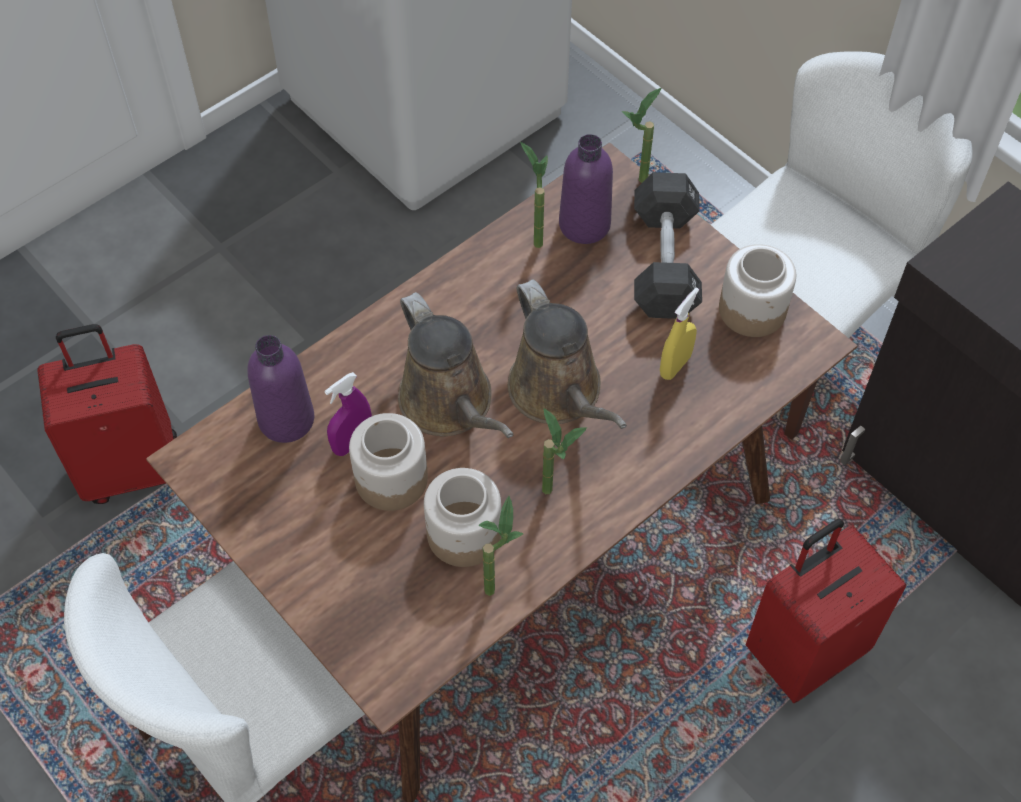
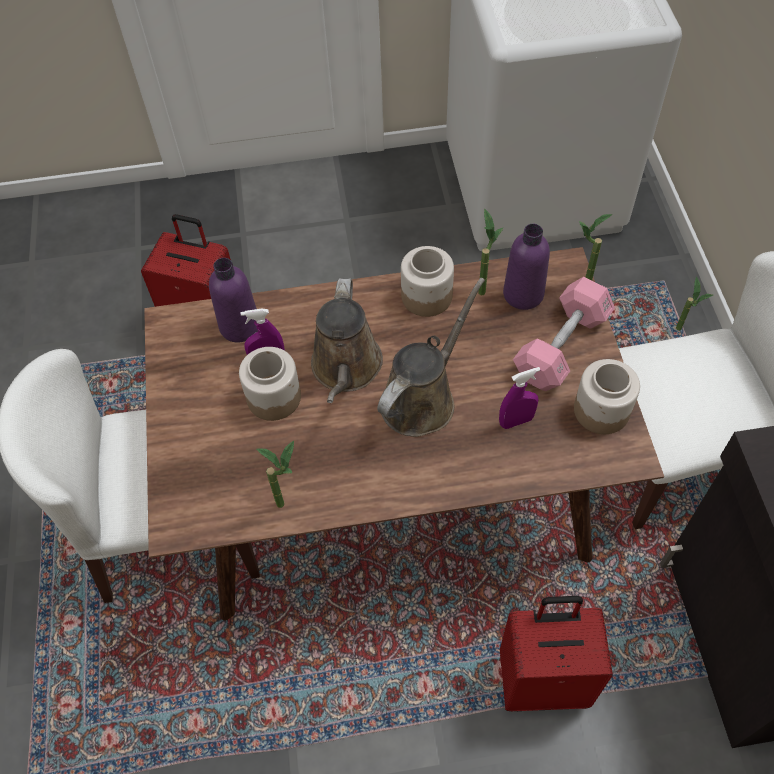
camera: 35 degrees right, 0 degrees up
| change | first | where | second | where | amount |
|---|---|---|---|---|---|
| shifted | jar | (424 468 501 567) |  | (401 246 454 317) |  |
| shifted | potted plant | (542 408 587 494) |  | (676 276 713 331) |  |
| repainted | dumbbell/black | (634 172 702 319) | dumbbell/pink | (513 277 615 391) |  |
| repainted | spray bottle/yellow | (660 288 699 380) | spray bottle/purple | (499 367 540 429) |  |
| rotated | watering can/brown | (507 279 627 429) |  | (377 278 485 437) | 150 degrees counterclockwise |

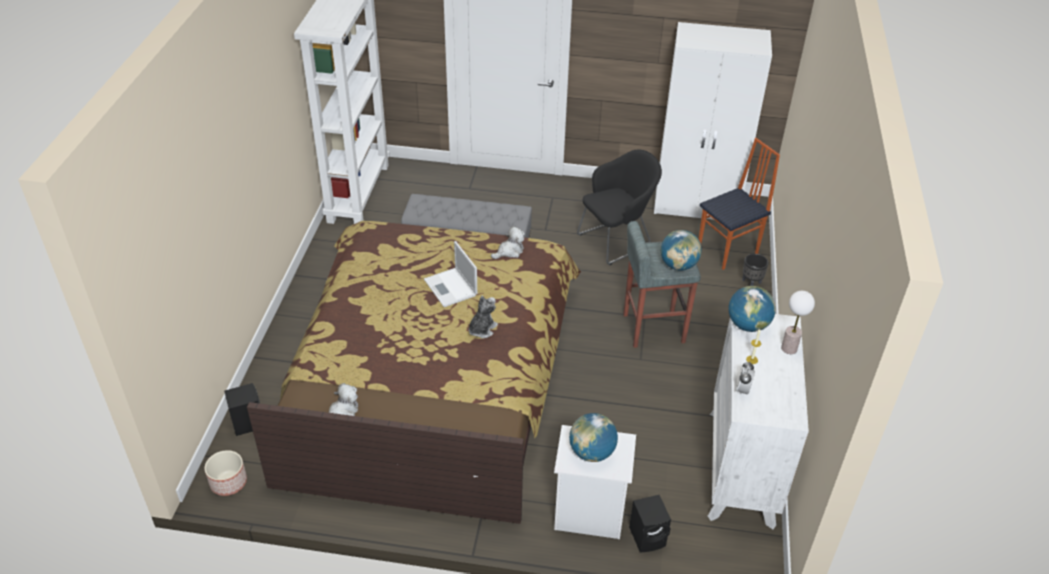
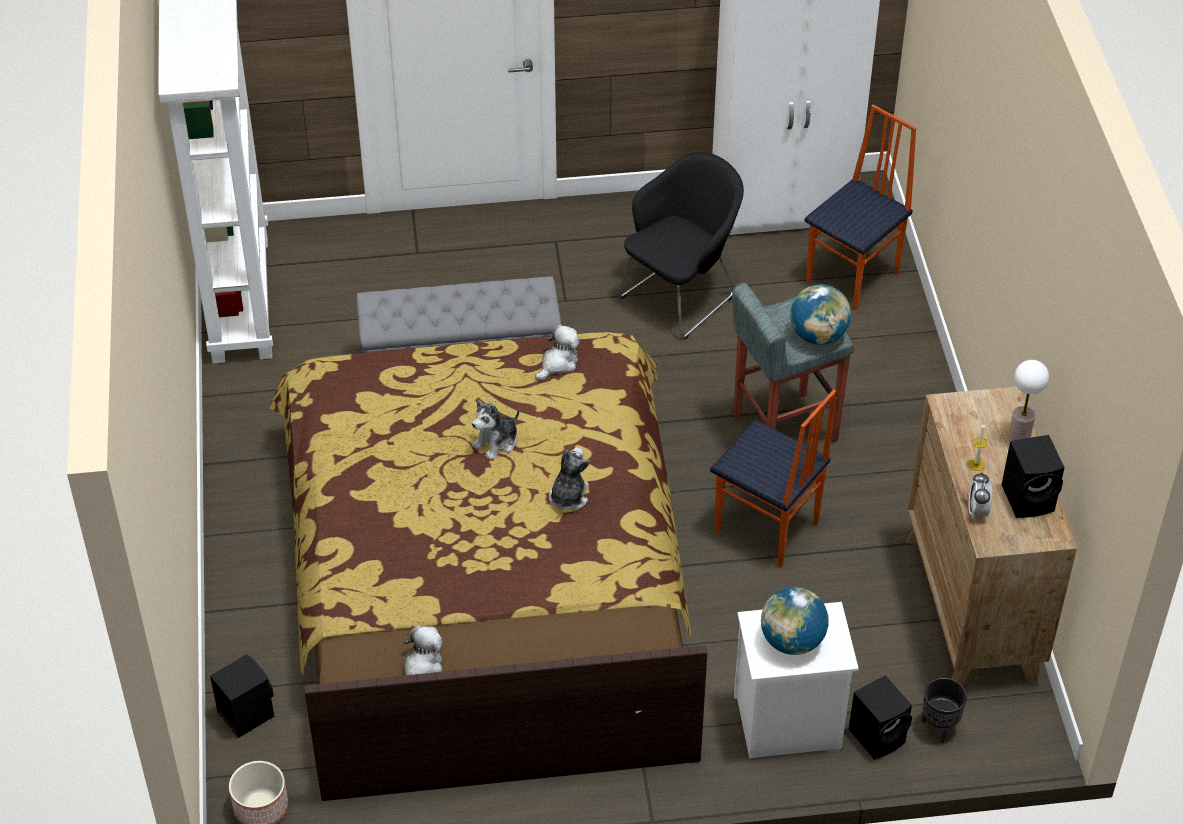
camera: 15 degrees left, 5 degrees up
| change | first | where | second | where | amount |
|---|---|---|---|---|---|
| gone | globe | (728 286 776 332) |  |  |  |
| new |  |  | chair | (710 389 836 567) |  |
| new |  |  | speaker/black | (1002 435 1065 518) |  |
| shifted | planter/black | (742 254 769 286) |  | (922 677 967 743) |  |
| swapped | laptop | (424 241 477 307) | plush toy | (472 399 519 460) |  |
| repainted | dresser/white | (708 314 809 529) | dresser/brown | (906 386 1077 685) |  |

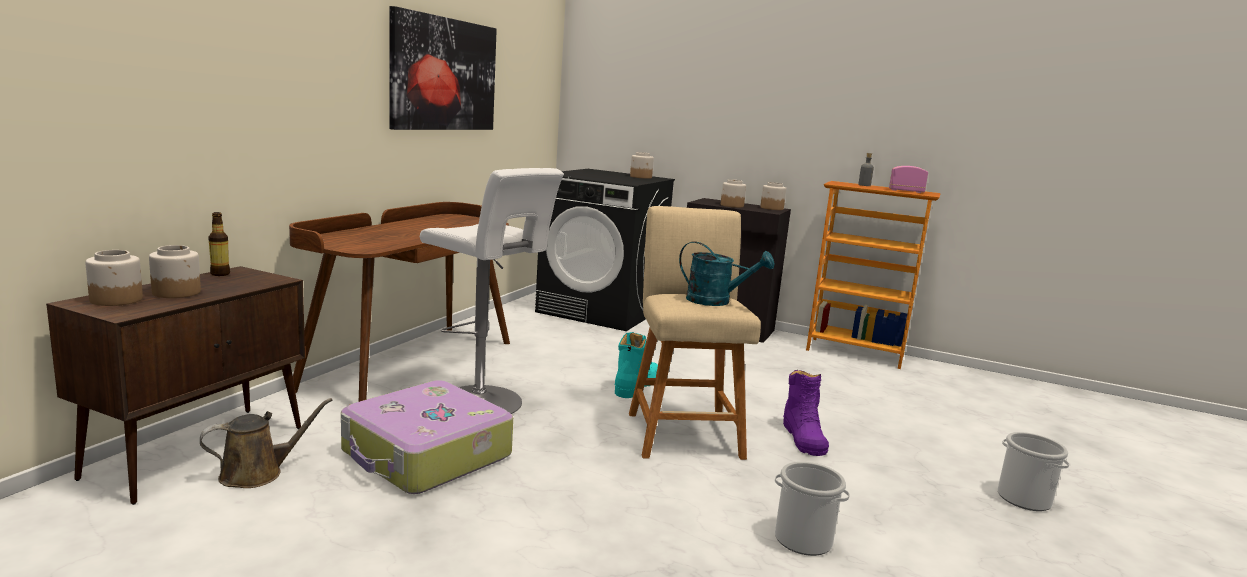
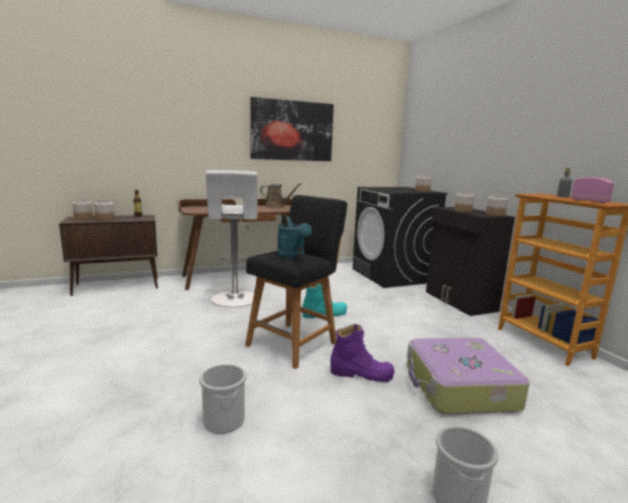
camera: 45 degrees right, 0 degrees up
| change | first | where | second | where | amount |
|---|---|---|---|---|---|
| shifted | watering can/brown | (200 398 332 488) |  | (260 183 302 208) |  |
| shifted | suitcase | (341 380 513 494) |  | (407 338 530 415) |  |
| repainted | stool/beige | (629 206 761 460) | stool/black | (245 195 347 369) |  |
| rotated | boot/purple | (783 370 829 456) |  | (330 324 394 382) | 120 degrees counterclockwise |

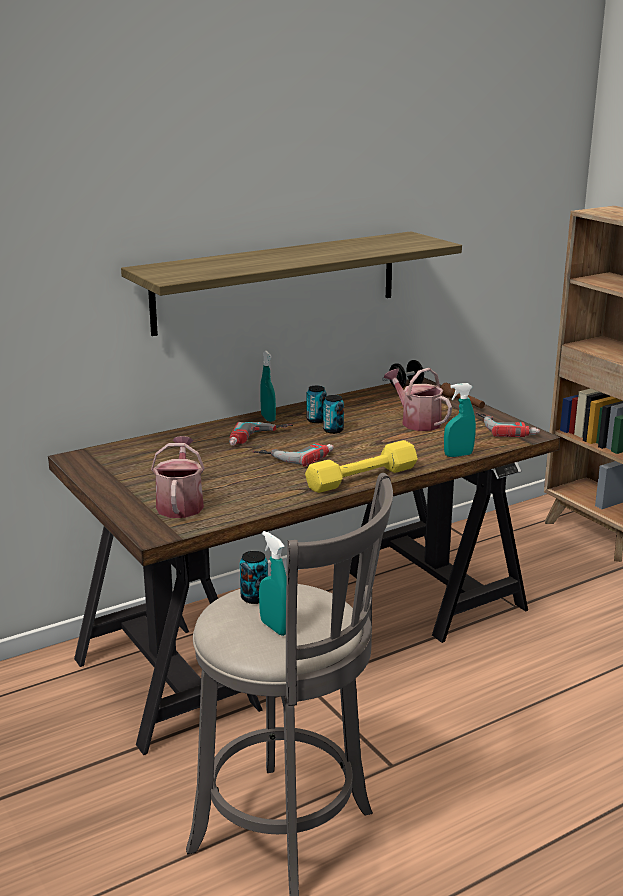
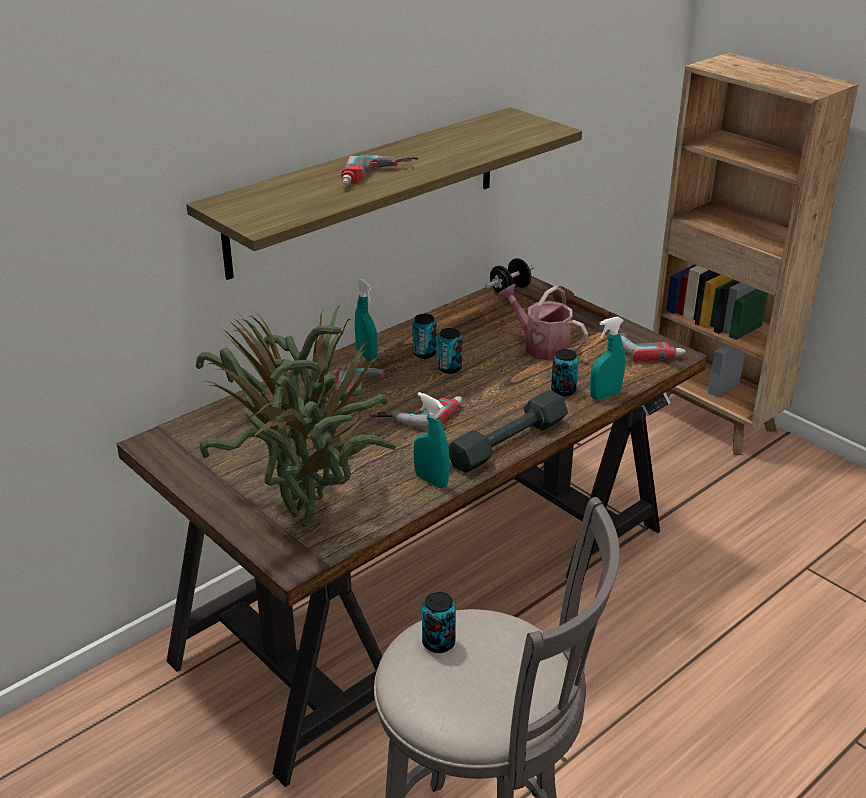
camera: 10 degrees left, 10 degrees up
| change | first | where | second | where | amount |
|---|---|---|---|---|---|
| new |  |  | power drill | (341 155 419 186) |  |
| new |  |  | can | (551 349 579 396) |  |
| shifted | spray bottle/turquoise | (259 531 287 636) |  | (414 392 450 488) |  |
| swapped | watering can | (151 436 205 518) | potted plant | (195 305 396 527) |  |
| repainted | dumbbell/yellow | (305 440 418 493) | dumbbell/grey | (449 390 568 473) |  |

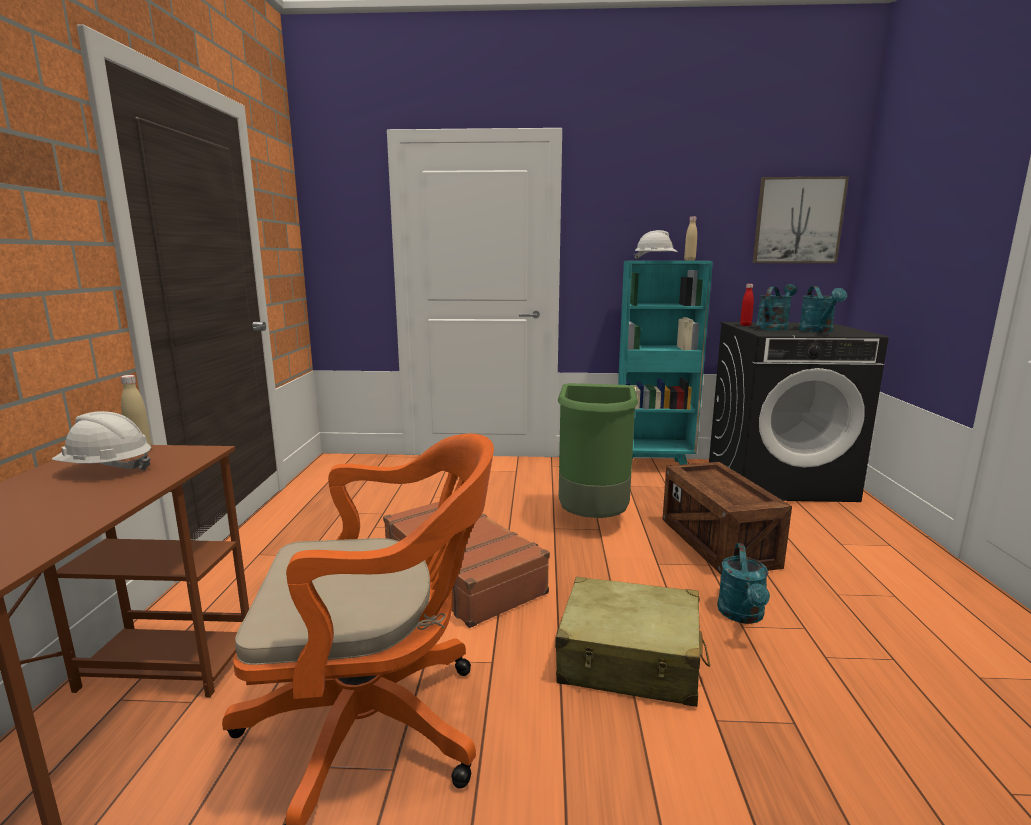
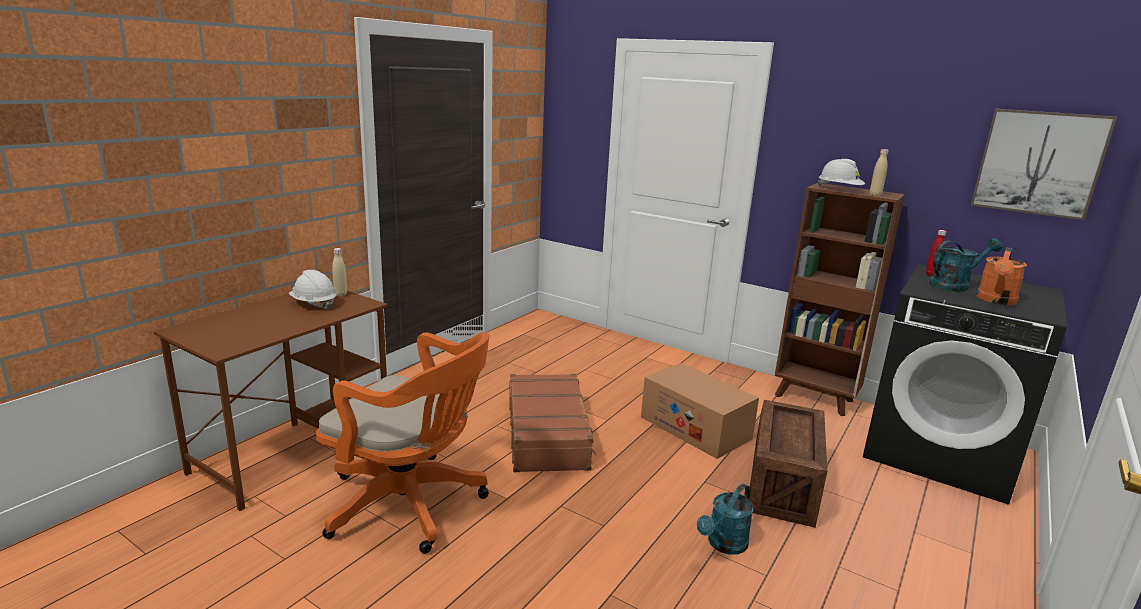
camera: 30 degrees right, 5 degrees up
| change | first | where | second | where | amount |
|---|---|---|---|---|---|
| gone | suitcase/beige | (555 577 710 707) |  |  |  |
| swapped | trash can/green | (558 383 638 518) | cardboard box | (641 363 759 459) |  |
| repainted | bookcase/turquoise | (618 261 713 465) | bookcase/brown | (775 183 905 416) |  |
| repainted | watering can/turquoise | (799 286 847 332) | watering can/orange | (976 247 1027 305) |  |

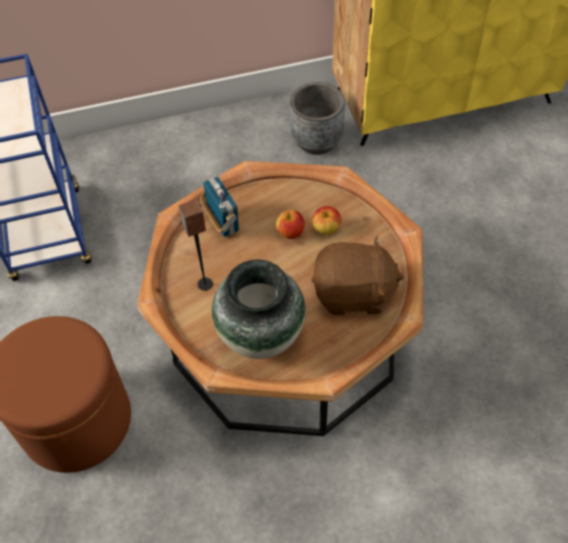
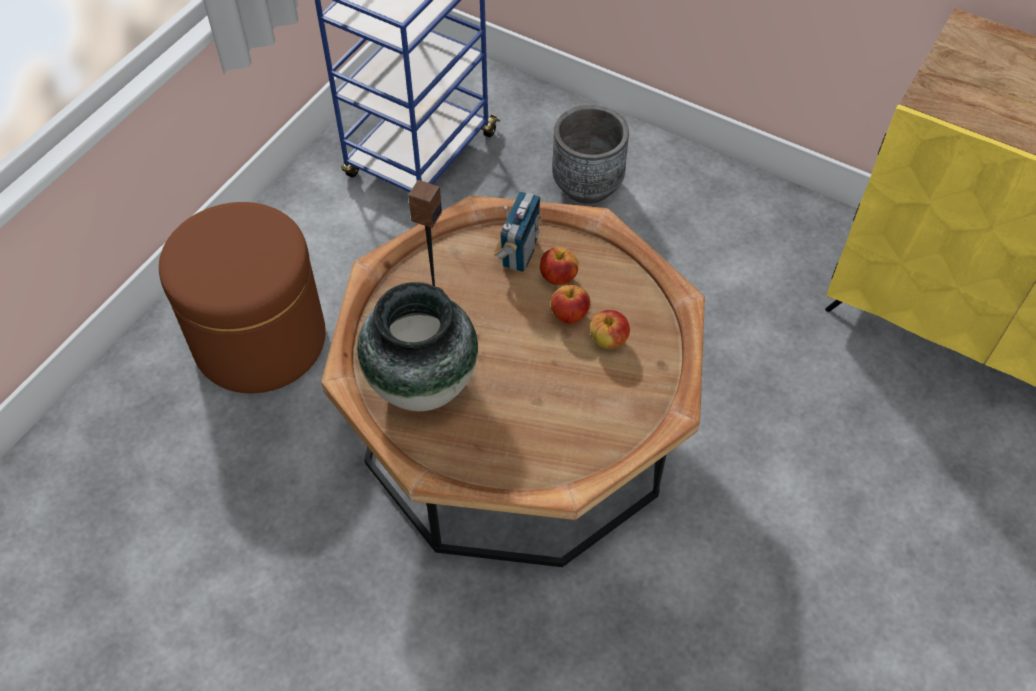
camera: 45 degrees right, 0 degrees up
| change | first | where | second | where | amount |
|---|---|---|---|---|---|
| gone | plush toy/brown | (311 236 404 315) |  |  |  |
| new |  |  | apple | (540 247 579 285) |  |
| shifted | planter/grey | (290 82 345 155) |  | (552 105 629 204) |  |

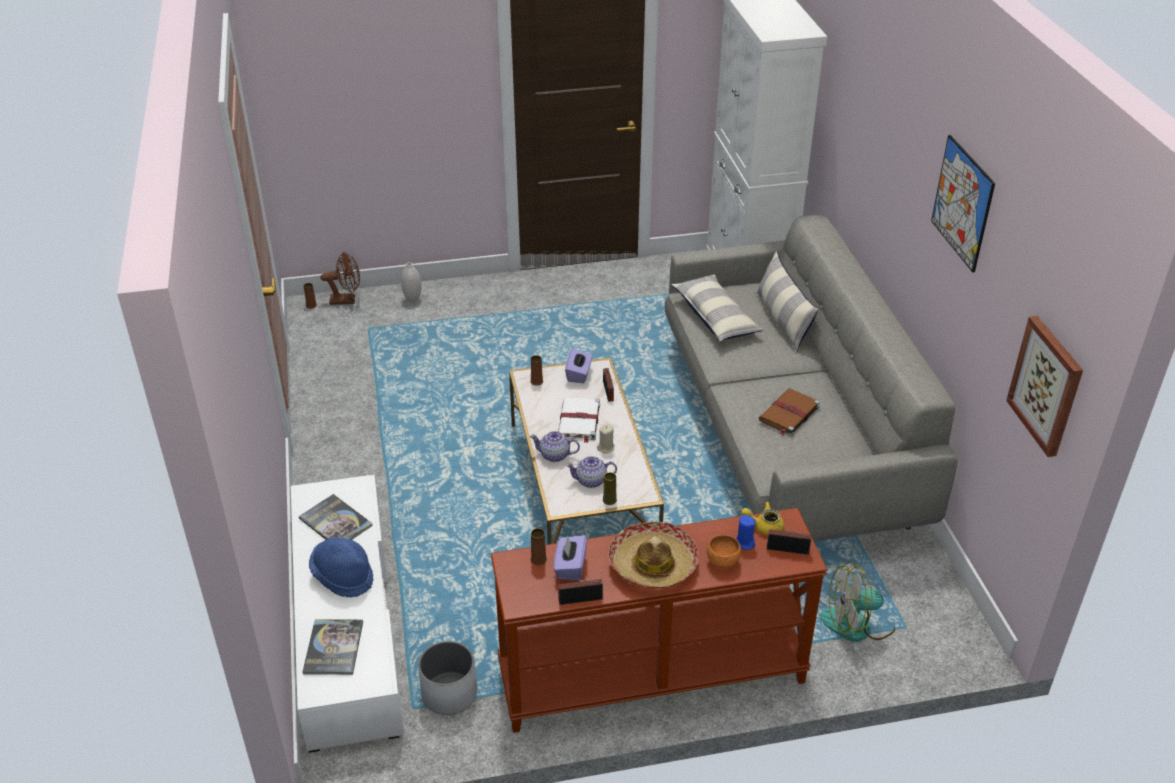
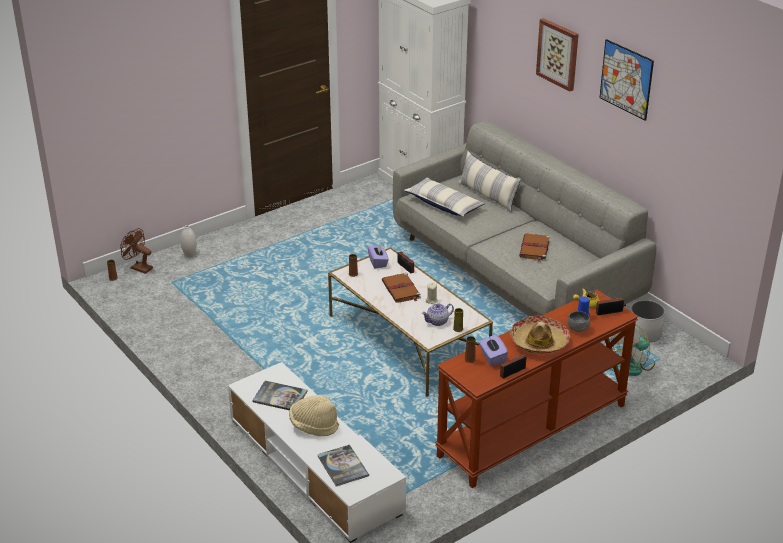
camera: 25 degrees left, 5 degrees down
| change | first | where | second | where | amount |
|---|---|---|---|---|---|
| gone | teapot | (530 431 580 462) |  |  |  |
| shifted | planter/white | (418 641 477 715) |  | (630 300 665 343) |  |
| shifted | picture | (1006 316 1083 457) |  | (536 18 579 91) |  |
| repainted | hat/blue | (309 537 374 597) | hat/beige | (289 395 339 436) |  |
| repainted | book/white | (558 397 600 443) | book/brown | (382 273 421 303) |  |
| repainted | bowl/orange | (707 535 741 568) | bowl/grey | (568 311 590 332) |  |
| rotated | fan/brown | (321 252 360 305) |  | (120 228 153 274) | 120 degrees counterclockwise |

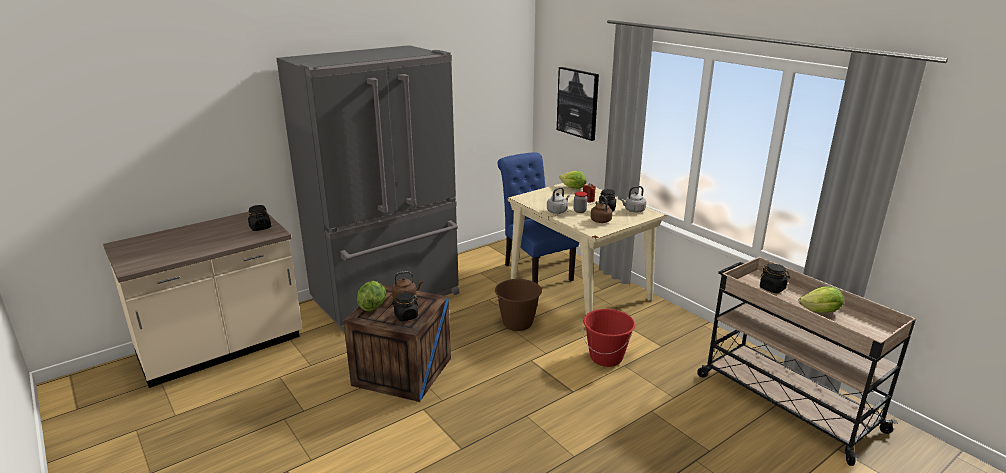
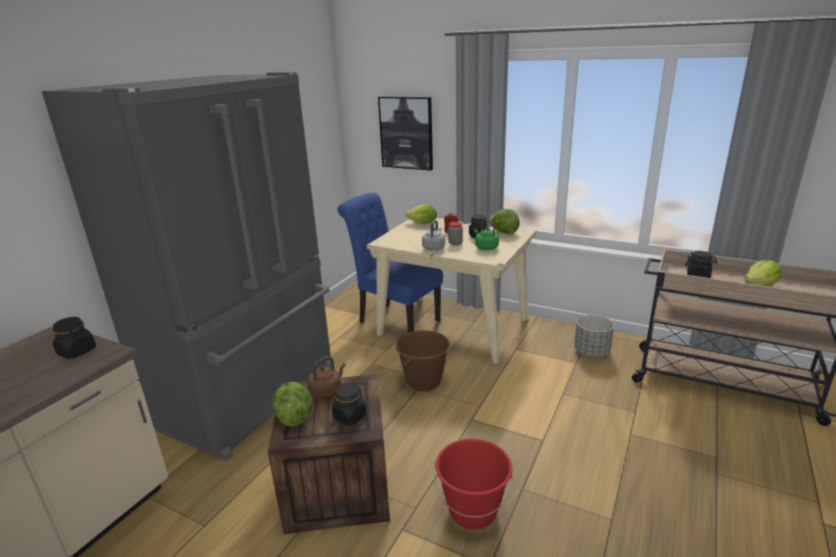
camera: 25 degrees left, 0 degrees up
| change | first | where | second | where | amount |
|---|---|---|---|---|---|
| new |  |  | planter/grey | (574 315 614 357) |  |
| shifted | bucket/red | (583 309 635 367) |  | (434 439 513 530) |  |
| swapped | kettle/grey | (620 186 646 213) | lettuce | (490 209 520 234) |  |
| repainted | kettle/brown | (591 195 612 223) | kettle/green | (474 220 499 250) |  |

